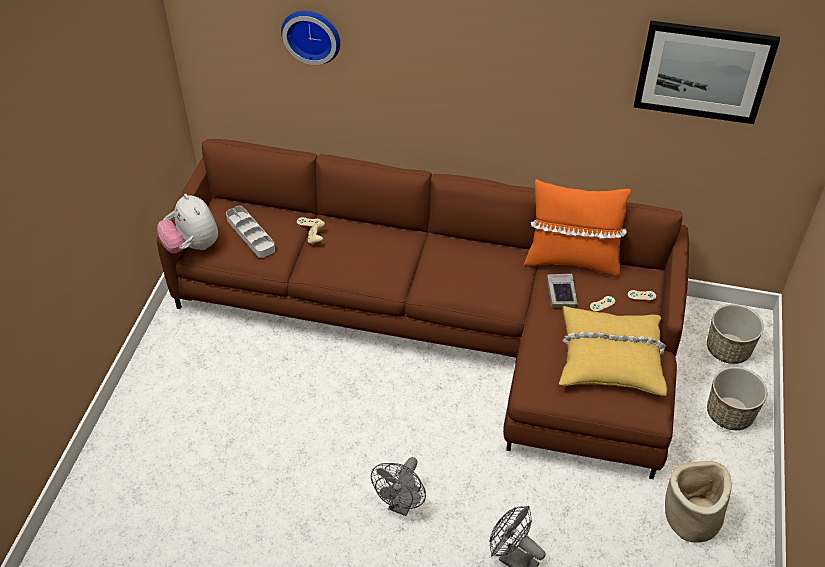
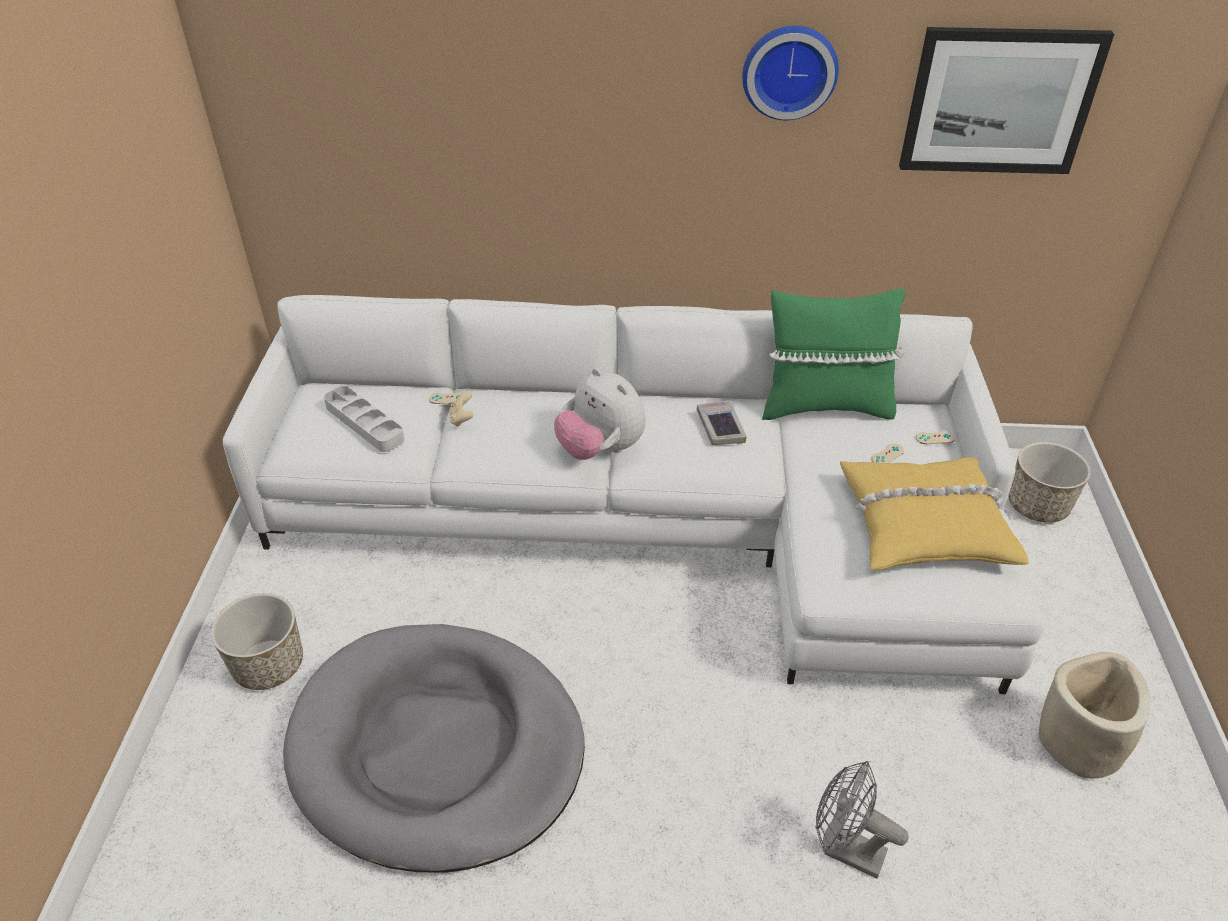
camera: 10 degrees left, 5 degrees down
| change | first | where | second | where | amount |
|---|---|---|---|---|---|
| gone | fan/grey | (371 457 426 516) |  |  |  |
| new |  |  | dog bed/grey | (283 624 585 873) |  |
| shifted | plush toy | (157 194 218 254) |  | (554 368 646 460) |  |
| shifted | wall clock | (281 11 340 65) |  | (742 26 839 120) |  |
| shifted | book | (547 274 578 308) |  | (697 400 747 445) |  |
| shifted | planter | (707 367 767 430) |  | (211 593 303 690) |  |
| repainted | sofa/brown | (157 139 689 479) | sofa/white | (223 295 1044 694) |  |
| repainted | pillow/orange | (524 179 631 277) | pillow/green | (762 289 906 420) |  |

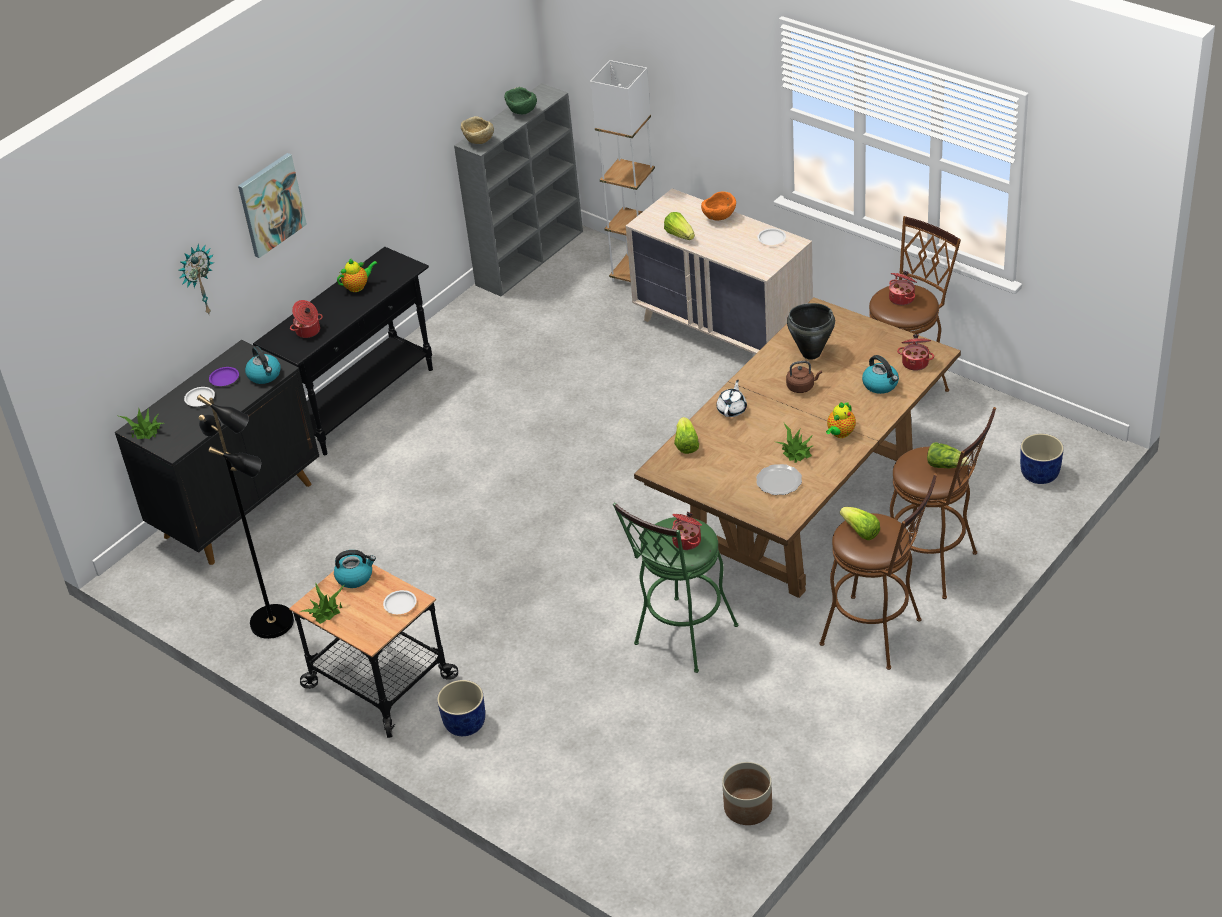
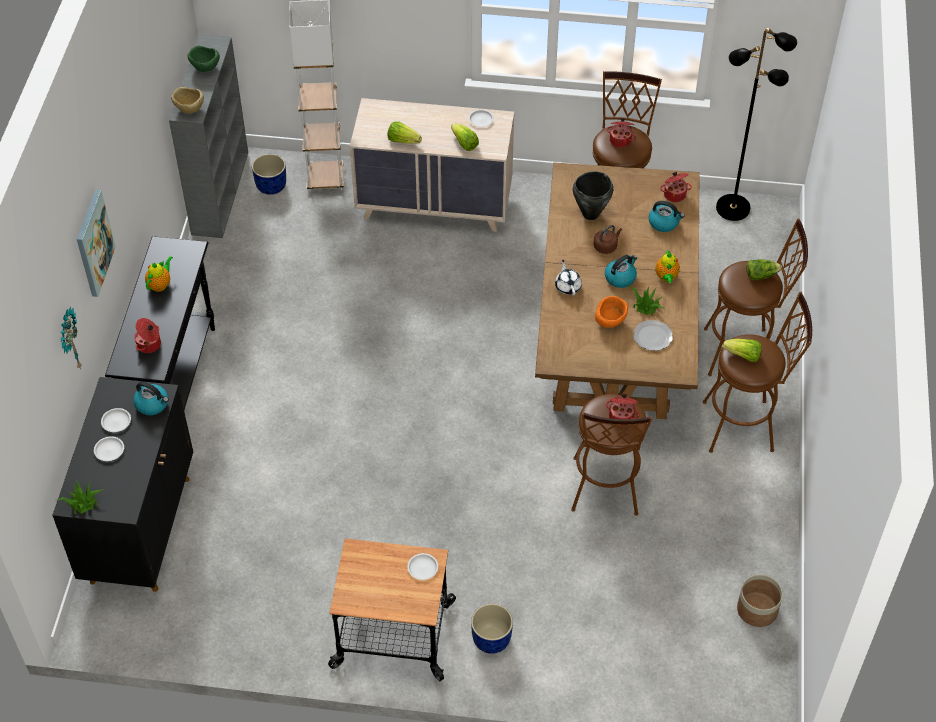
camera: 35 degrees left, 10 degrees up
| change | first | where | second | where | amount |
|---|---|---|---|---|---|
| gone | potted plant | (300 582 344 624) |  |  |  |
| shifted | floor lamp/black | (197 395 294 639) |  | (716 28 797 221) |  |
| shifted | kettle | (334 550 376 588) |  | (605 255 637 288) |  |
| shifted | lettuce | (674 417 699 454) |  | (451 123 479 151) |  |
| shifted | bowl/orange | (701 191 736 221) |  | (595 296 628 328) |  |
| shifted | planter/blue | (1020 434 1064 484) |  | (252 154 286 195) |  |
| repainted | plate/purple | (209 367 239 386) | plate/white | (101 408 131 432) |  |
| repainted | stool/green | (613 502 738 673) | stool/brown | (571 394 652 516) |  |

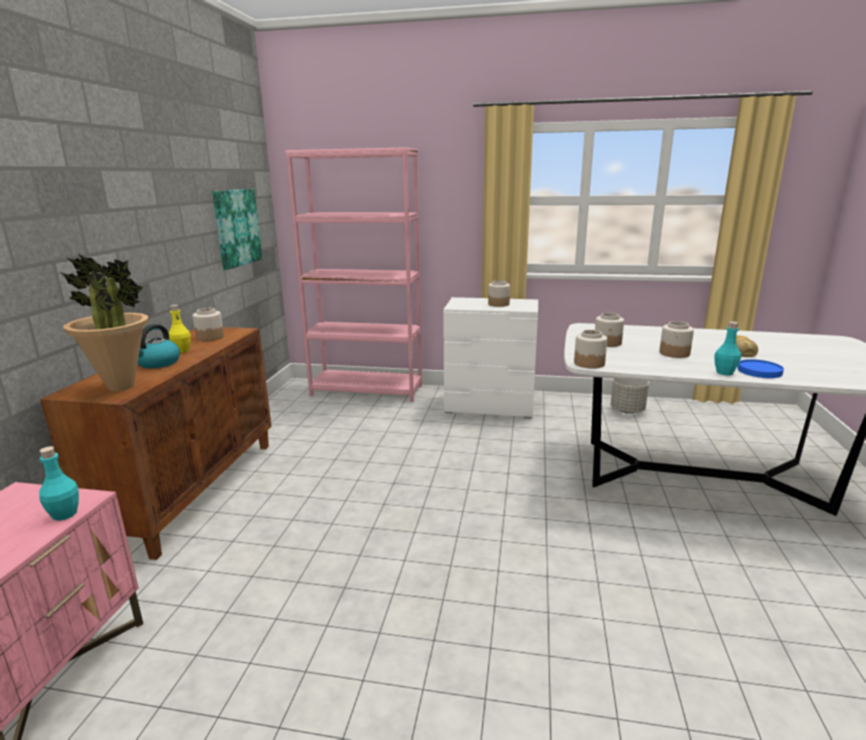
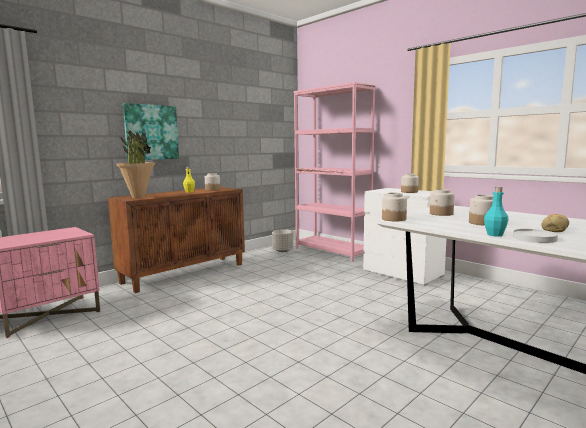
camera: 35 degrees right, 10 degrees down
| change | first | where | second | where | amount |
|---|---|---|---|---|---|
| gone | bottle/turquoise | (39 446 79 521) |  |  |  |
| gone | kettle | (137 324 180 368) |  |  |  |
| shifted | picture | (212 189 262 270) |  | (123 103 179 160) |  |
| shifted | planter/grey | (611 378 649 414) |  | (272 229 293 252) |  |
| repainted | plate/blue | (737 359 784 378) | plate/white | (513 229 558 243) |  |

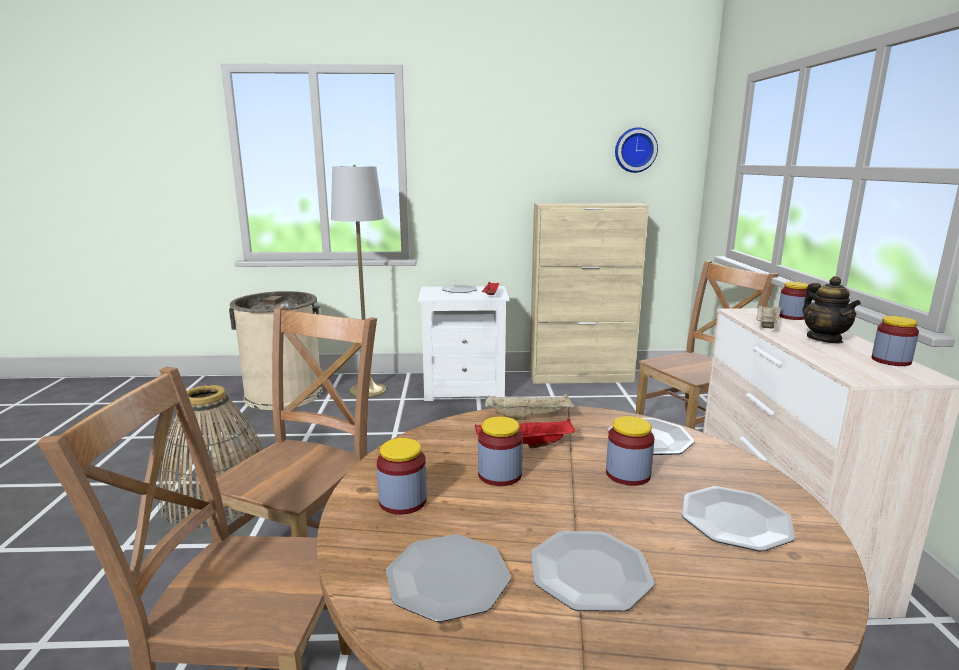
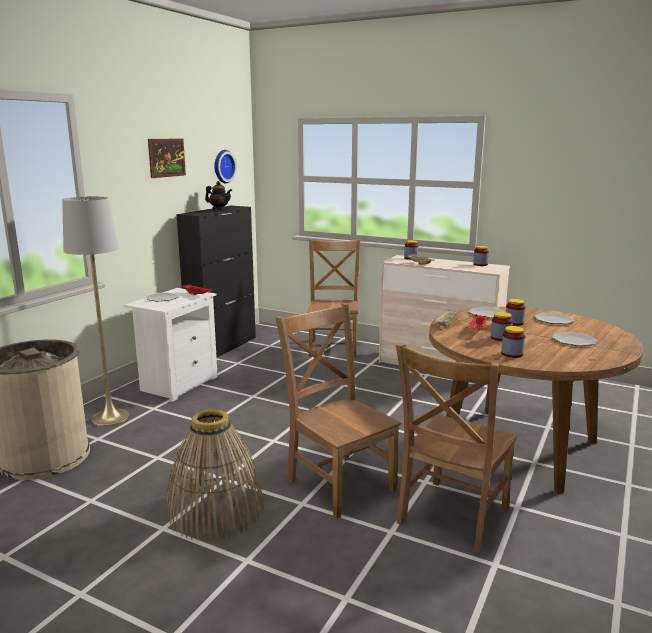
camera: 60 degrees left, 0 degrees up
| change | first | where | second | where | amount |
|---|---|---|---|---|---|
| gone | plate | (386 534 511 622) |  |  |  |
| new |  |  | picture | (148 139 186 178) |  |
| shifted | teapot | (803 276 861 343) |  | (205 181 232 210) |  |
| repainted | cabinet/beige | (529 203 649 384) | cabinet/black | (176 206 256 357) |  |

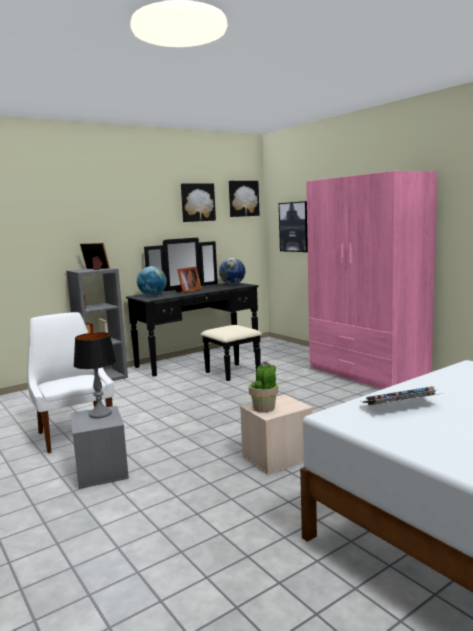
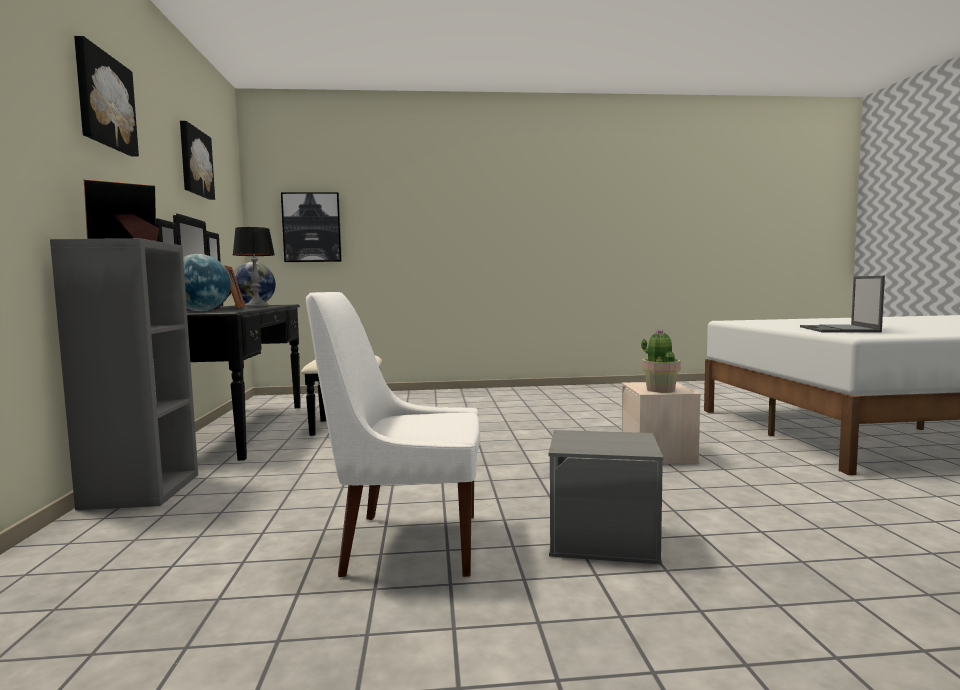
camera: 60 degrees left, 5 degrees down
| change | first | where | second | where | amount |
|---|---|---|---|---|---|
| gone | wardrobe/pink | (306 171 437 389) |  |  |  |
| shifted | table lamp | (73 332 117 418) |  | (233 227 275 307) |  |
| shifted | picture | (229 181 260 217) |  | (74 36 139 157) |  |
| swapped | keyboard | (363 386 443 406) | laptop | (800 276 885 333) |  |

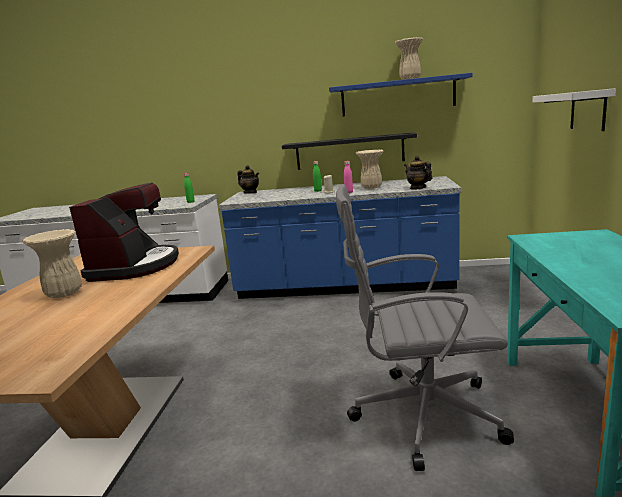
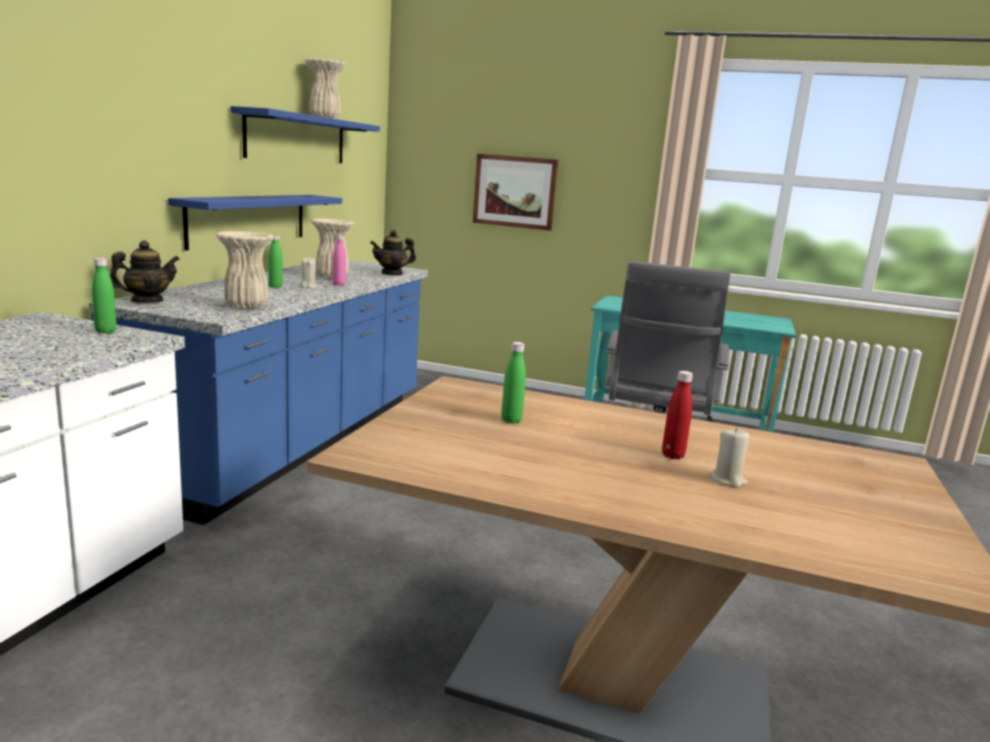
camera: 80 degrees left, 0 degrees up
| change | first | where | second | where | amount |
|---|---|---|---|---|---|
| new |  |  | bottle/red | (662 371 693 459) |  |
| new |  |  | candle/beige | (710 428 750 487) |  |
| shifted | vase/beige | (22 229 82 298) |  | (216 231 274 309) |  |
| swapped | coffee machine | (69 183 179 282) | bottle/green | (501 342 526 424) |  |
| swapped | shelf/white | (532 88 616 131) | picture | (473 154 559 231) |  |
| repainted | shelf/black | (282 132 417 170) | shelf/blue | (168 195 342 251) |  |

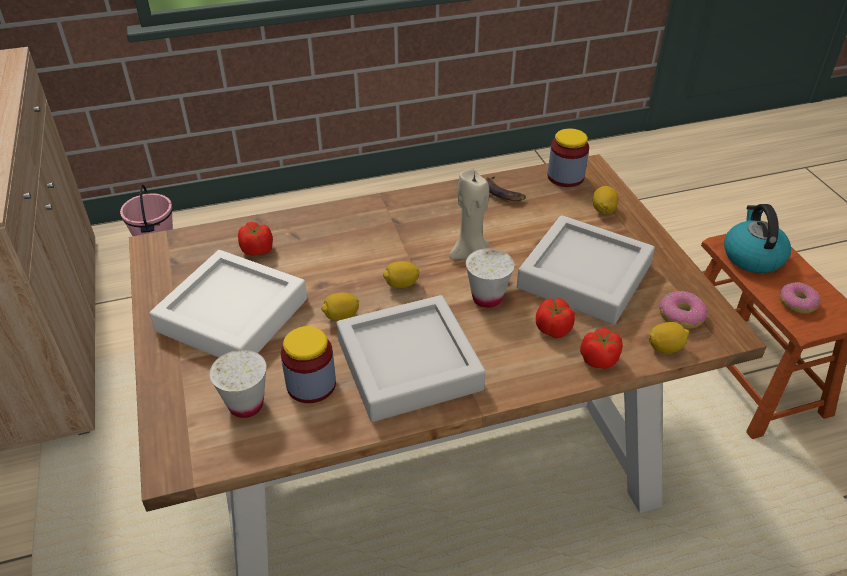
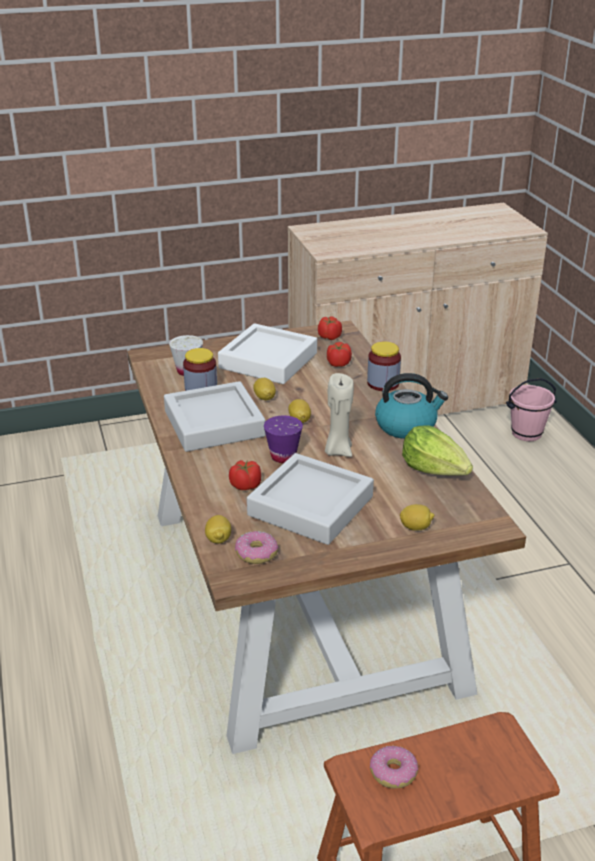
camera: 90 degrees right, 10 degrees down
| change | first | where | second | where | amount |
|---|---|---|---|---|---|
| shifted | jar | (547 128 589 187) |  | (367 341 401 391) |  |
| shifted | tomato | (580 328 623 369) |  | (318 316 342 340) |  |
| shifted | kettle | (724 204 791 273) |  | (375 373 448 439) |  |
| swapped | banana | (484 175 526 201) | lettuce | (402 425 473 476) |  |
| repainted | cup/white | (466 248 514 308) | cup/purple | (264 415 303 463) |  |

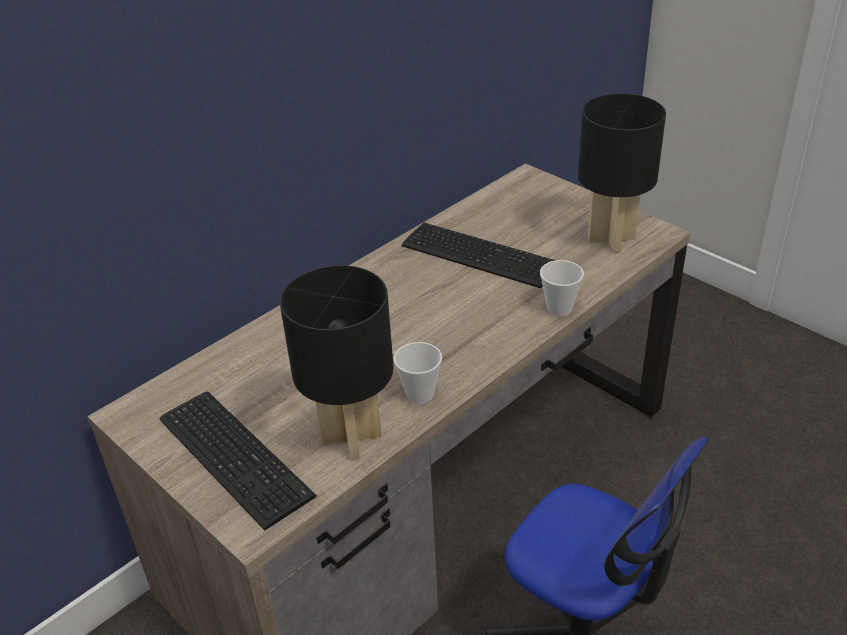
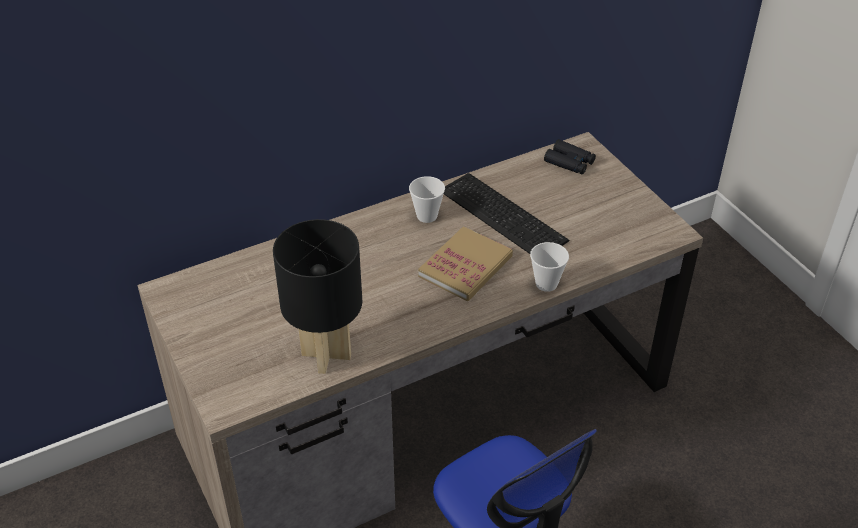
camera: 15 degrees right, 5 degrees up
| change | first | where | second | where | amount |
|---|---|---|---|---|---|
| gone | keyboard | (159 392 317 530) |  |  |  |
| gone | table lamp/black | (578 93 666 253) |  |  |  |
| new |  |  | book | (418 226 513 301) |  |
| new |  |  | binoculars/black | (544 139 596 174) |  |
| shifted | cup | (394 342 442 404) |  | (409 176 445 223) |  |

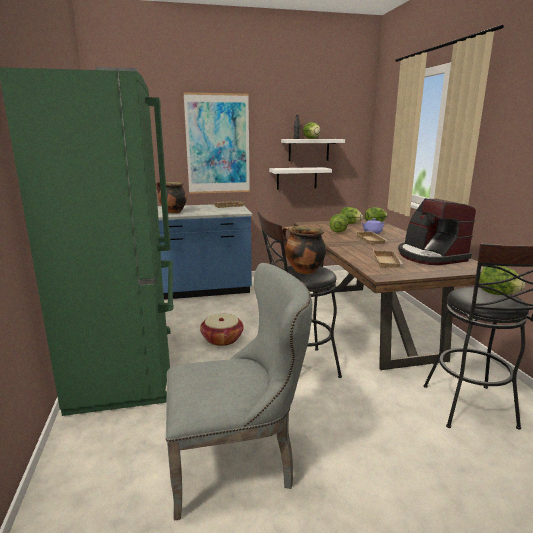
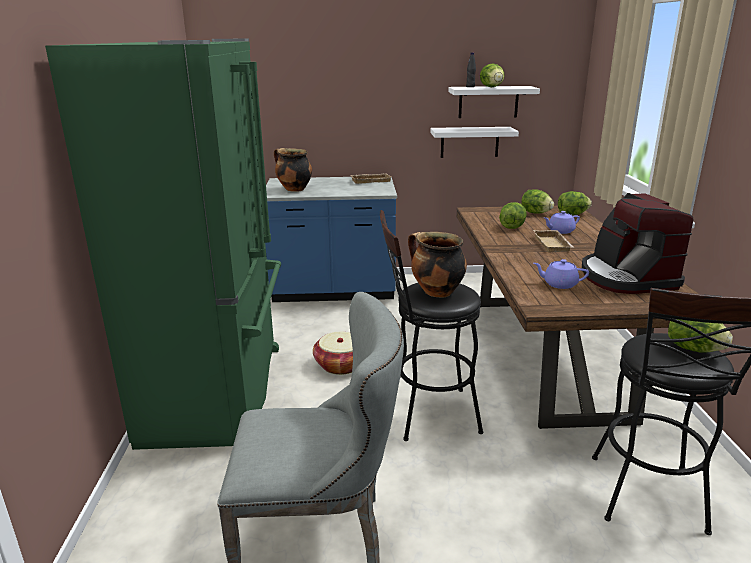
camera: 10 degrees right, 5 degrees up
| change | first | where | second | where | amount |
|---|---|---|---|---|---|
| gone | picture | (184 92 250 194) |  |  |  |
| swapped | tray/beige | (373 250 403 268) | teapot/purple | (534 259 589 289) |  |

